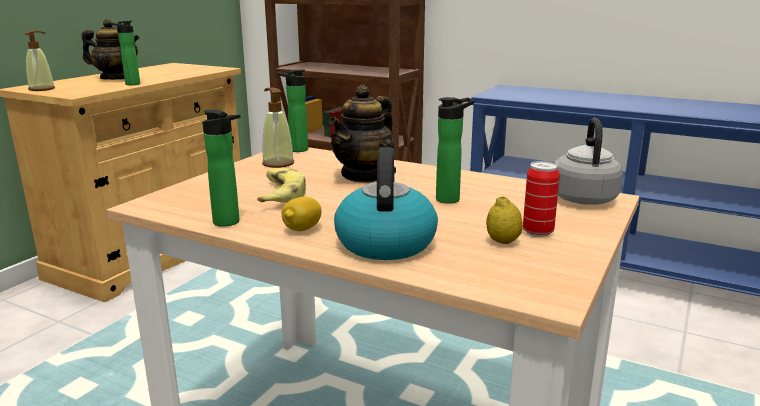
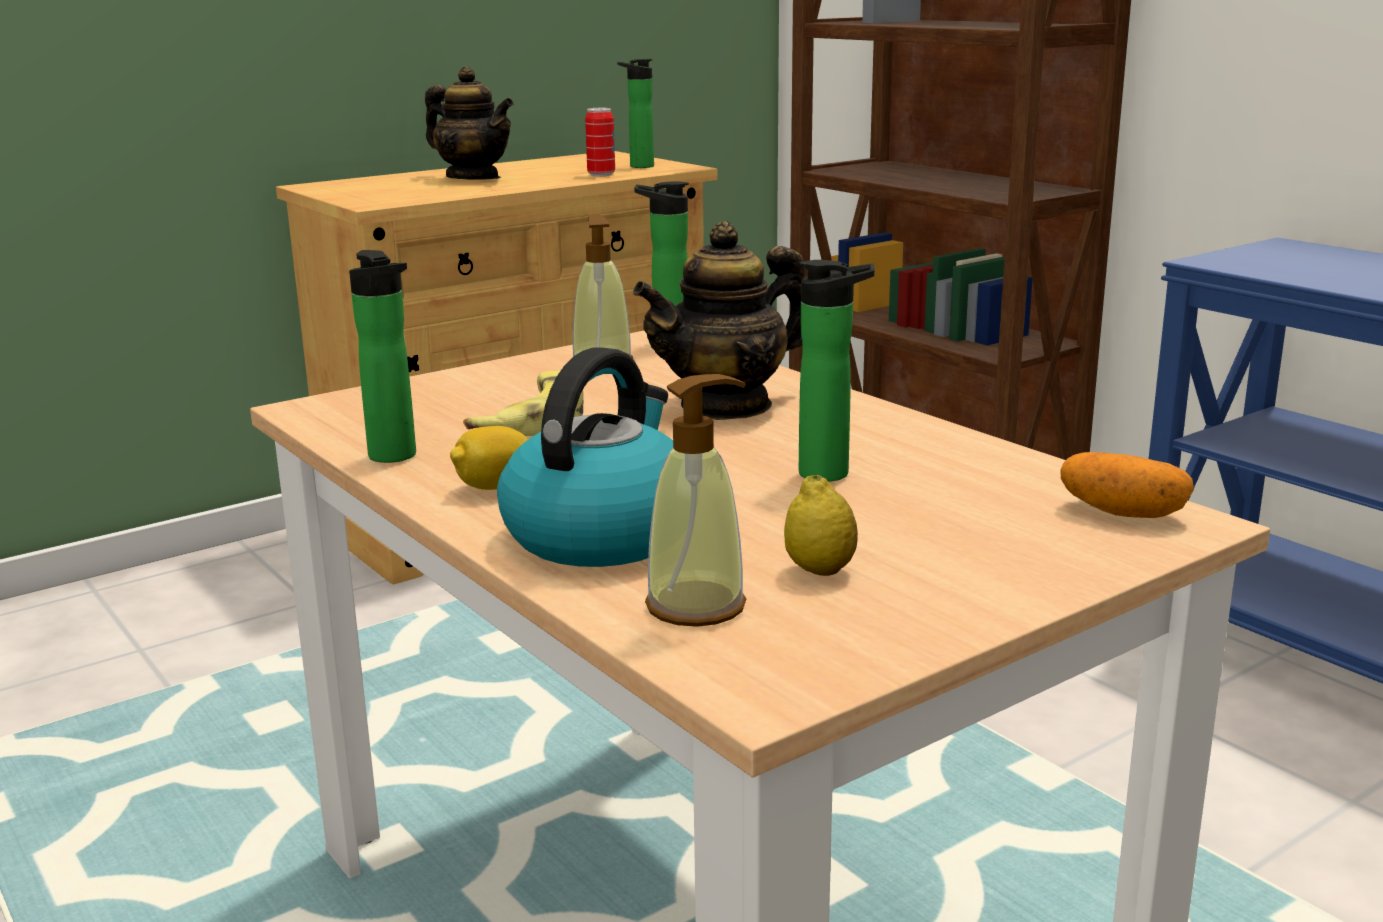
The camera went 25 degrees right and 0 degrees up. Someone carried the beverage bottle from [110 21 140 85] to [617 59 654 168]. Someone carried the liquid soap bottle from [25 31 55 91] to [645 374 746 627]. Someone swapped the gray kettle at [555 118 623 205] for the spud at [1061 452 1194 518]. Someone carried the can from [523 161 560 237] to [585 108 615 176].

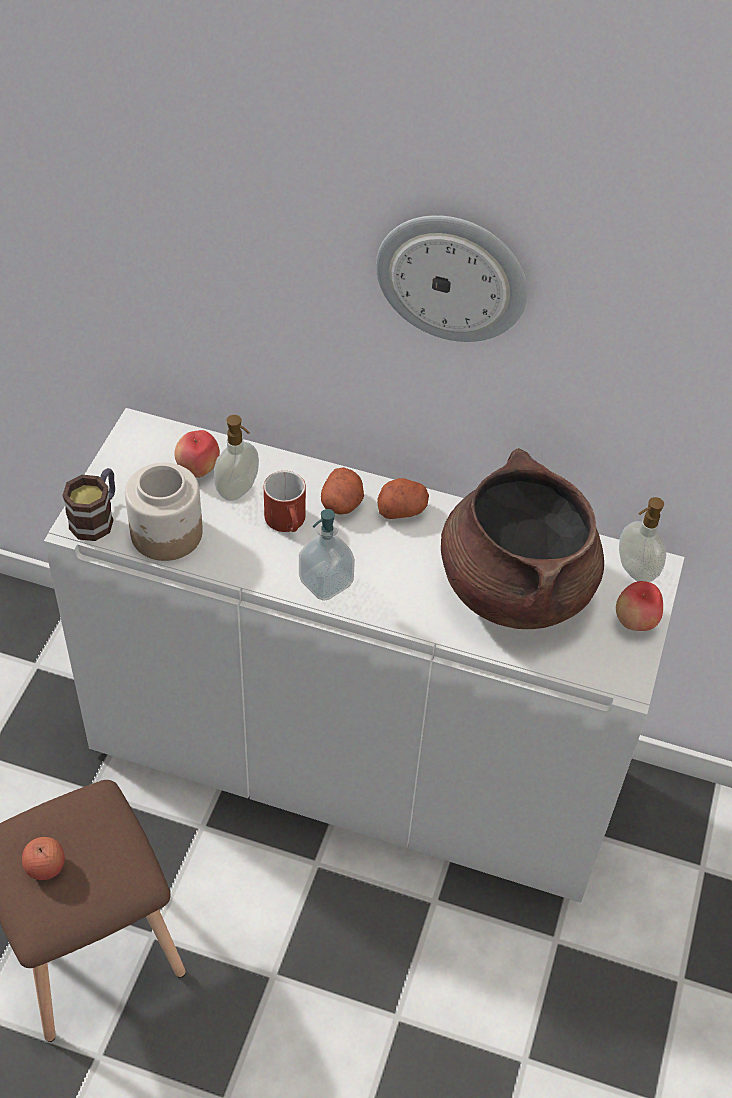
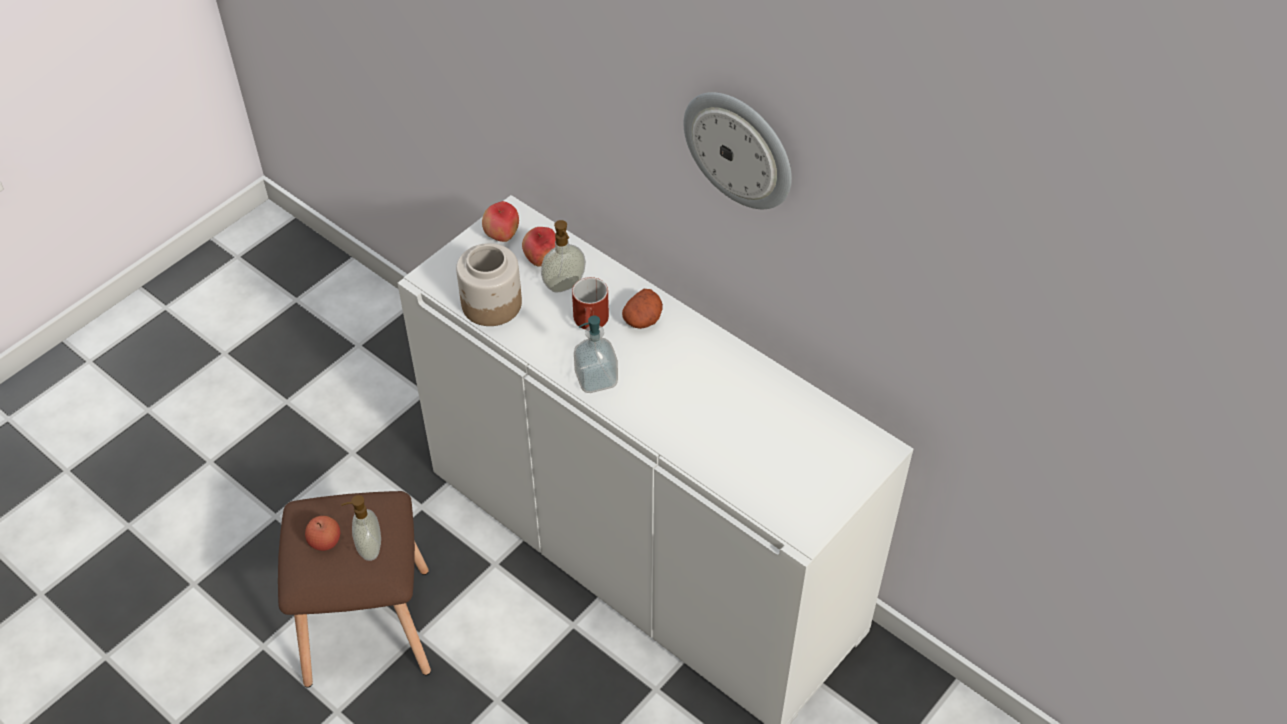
The camera went 25 degrees right and 0 degrees up. Someone took away the brownish saucepot at [441 448 604 629]. Someone took away the tea mug at [62 468 115 541]. Someone took away the spud at [377 478 429 519]. Someone carried the liquid soap bottle from [619 497 666 582] to [341 495 381 561]. Someone carried the whole apple from [616 581 663 631] to [482 201 519 242].

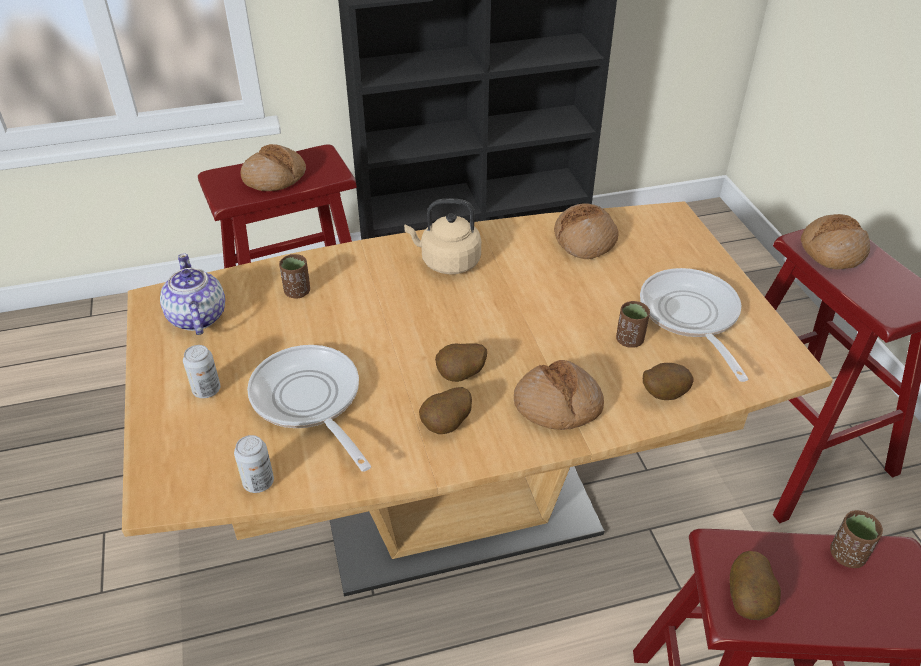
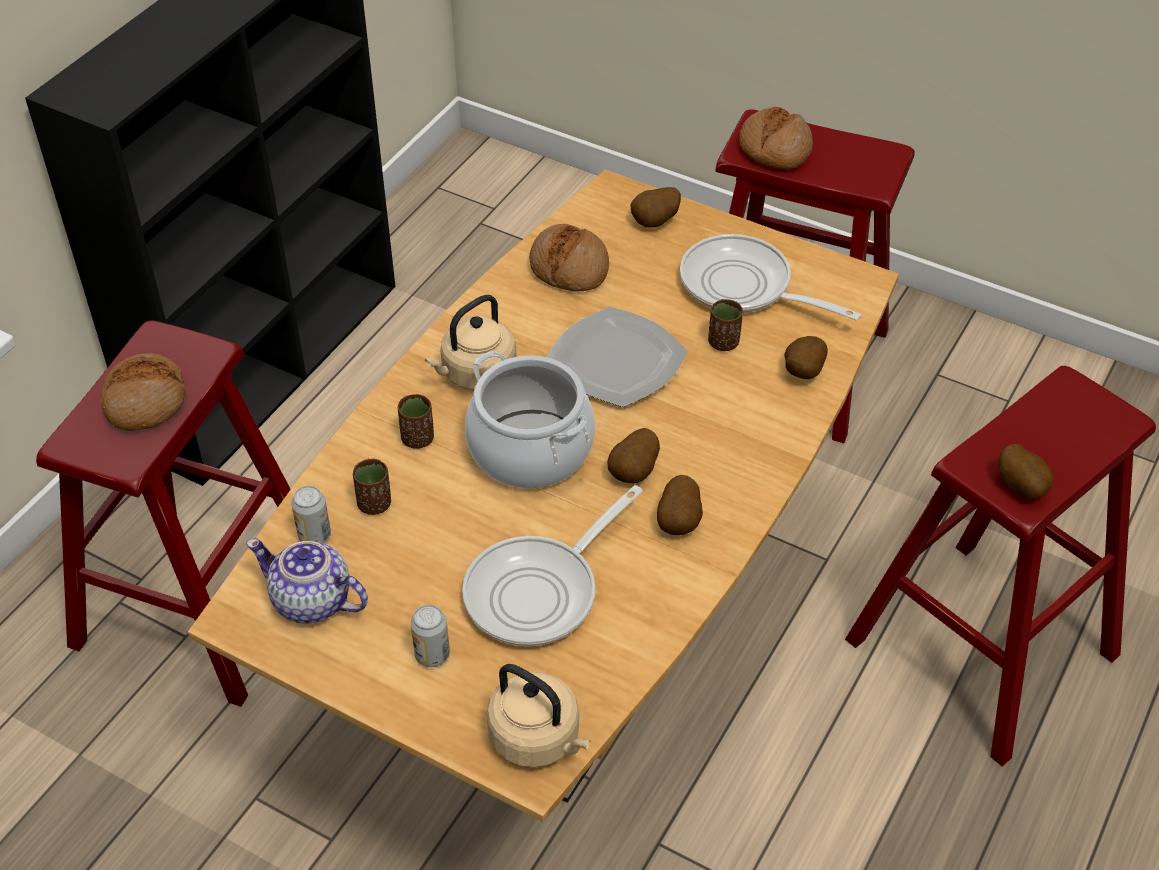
The camera went 45 degrees left and 5 degrees up. Someone rotated the skillet at [247 345 371 472] by 60 degrees counterclockwise. Someone took away the baked bread at [514 360 604 430]. Someone carried the can from [234 435 274 493] to [291 486 331 543]. Someone carried the brownish drinking cup from [830 510 883 568] to [398 394 434 449]. Someone put down the spud at [630 187 681 228]. Someone put down the dinner plate at [547 307 688 407]. Someone put down the saucepot at [465 351 595 488]. Someone put down the beige kettle at [487 664 591 768].

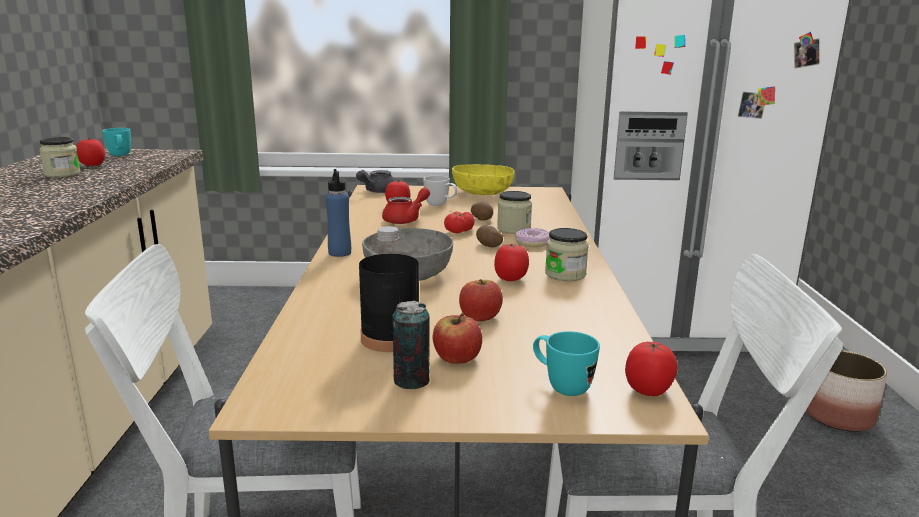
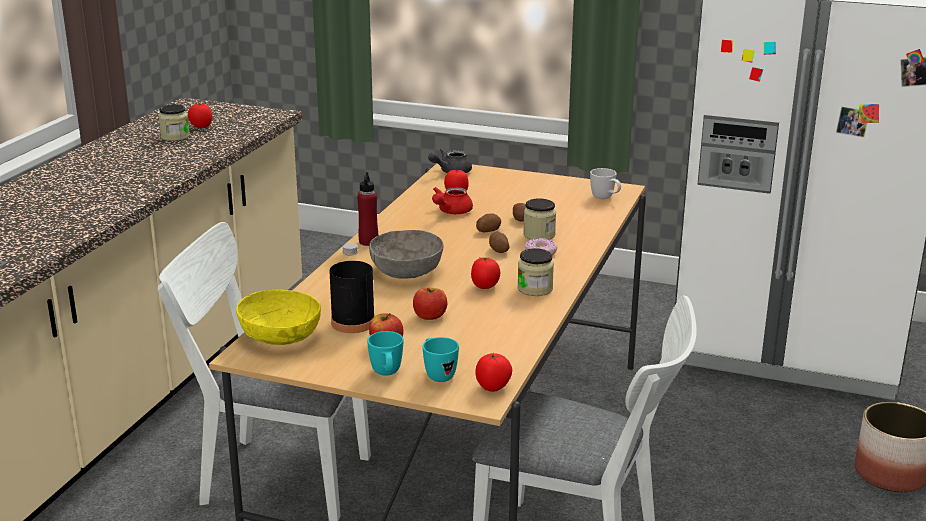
The camera went 20 degrees right and 5 degrees up. Someone carried the turquoise-coloured tea mug from [102 128 131 156] to [367 331 404 375]. Someone carried the yellow deep dish from [452 164 515 195] to [236 290 321 345]. Someone repainted the blue beverage bottle at [325 169 351 257], which became the red beverage bottle at [357 172 378 246]. Someone carried the white tea mug from [423 176 458 206] to [590 168 621 199]. Someone rotated the red teapot at [382 188 430 224] by 150 degrees clockwise. Someone swapped the whole tomato at [444 212 475 233] for the spud at [476 214 501 232]. Someone took away the can at [392 301 430 389].

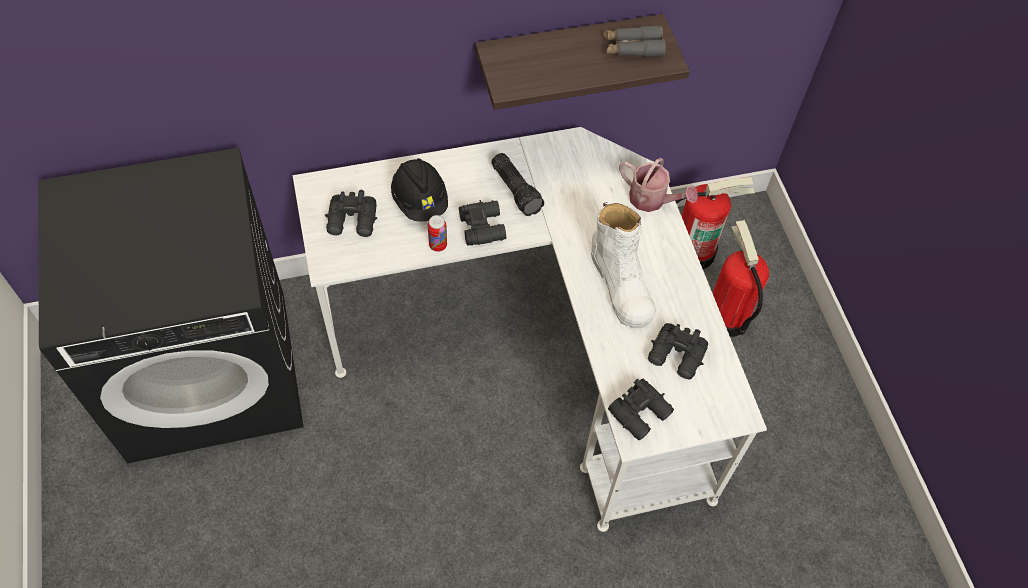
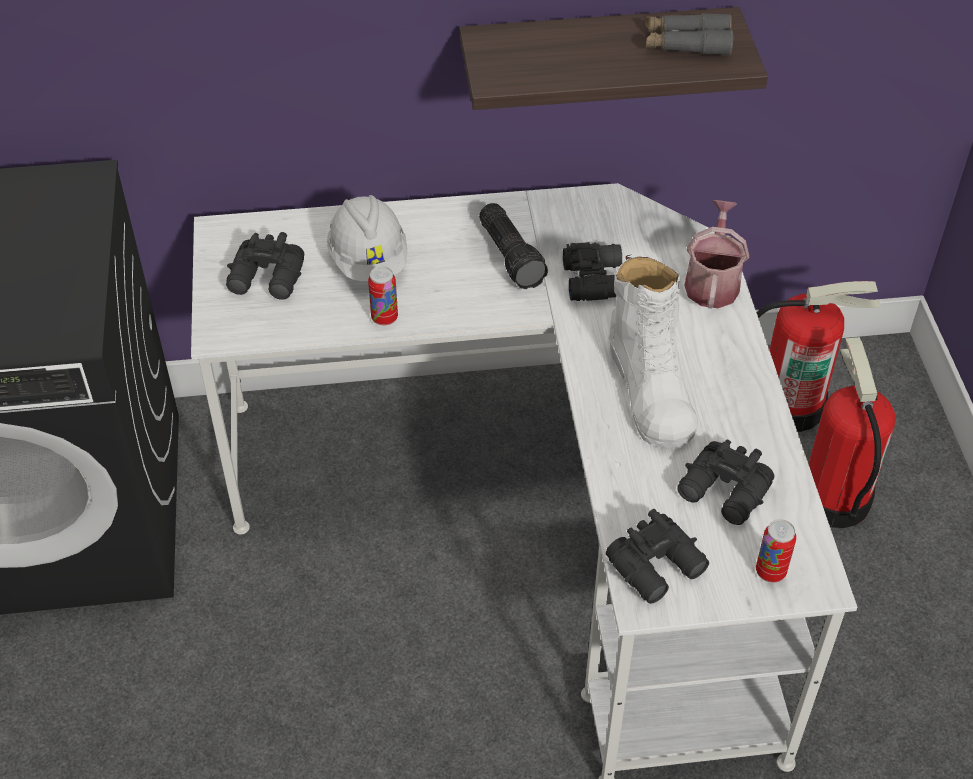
The camera went 10 degrees right and 10 degrees down. Someone repainted the black hard hat at [391 158 448 222], which became the white hard hat at [327 195 407 282]. Someone rotated the watering can at [619 158 698 212] by 120 degrees counterclockwise. Someone carried the black field glasses from [459 200 506 246] to [563 242 622 301]. Someone put down the can at [756 519 796 583].

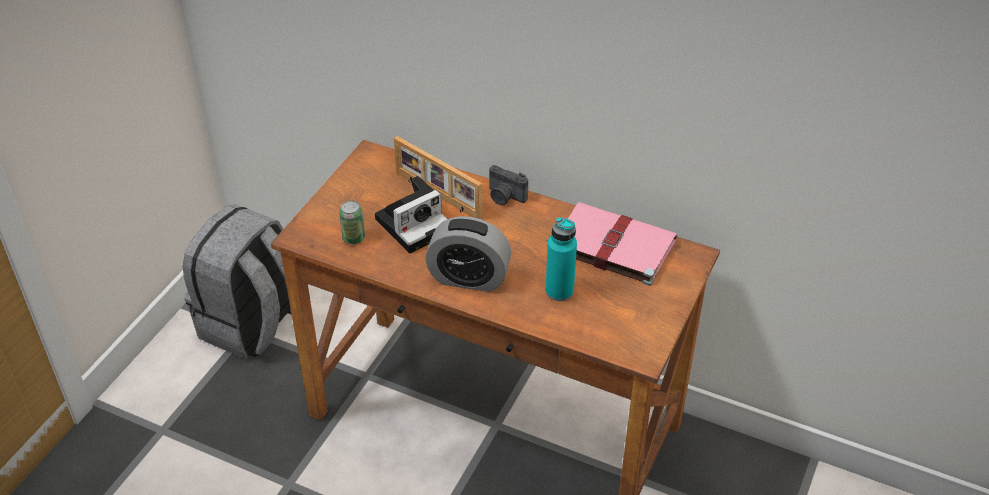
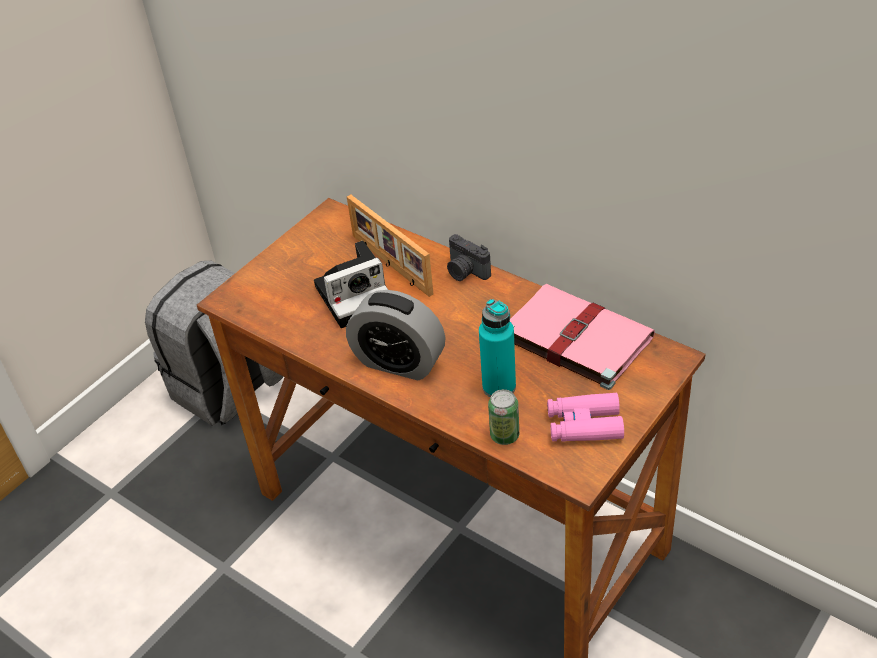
The camera went 15 degrees right and 0 degrees up. Someone carried the can from [339 200 365 245] to [488 389 519 445]. Someone put down the pinkish field glasses at [547 393 624 442].

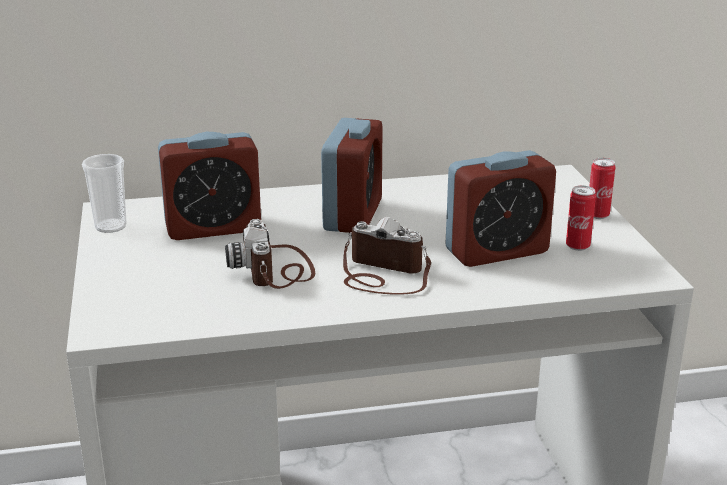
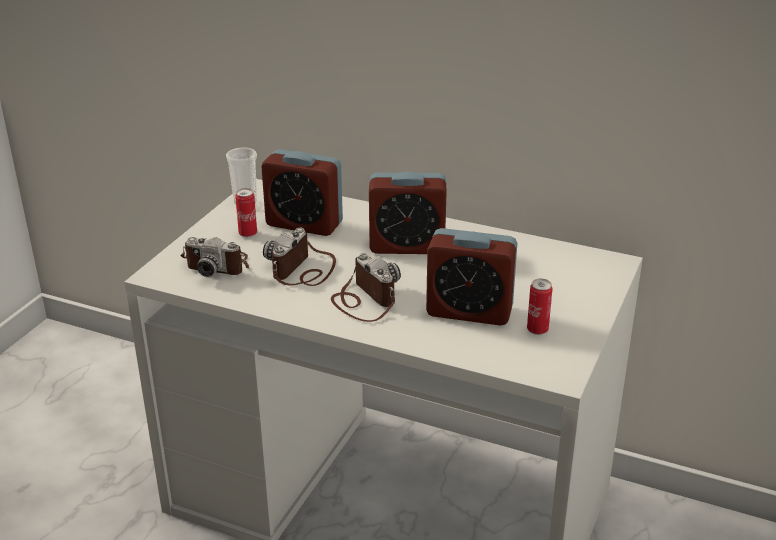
The camera went 35 degrees right and 5 degrees up. Someone rotated the table clock at [321 118 382 233] by 45 degrees clockwise. Someone carried the can from [589 158 615 219] to [235 188 257 237]. Someone put down the photo camera at [181 237 249 277].

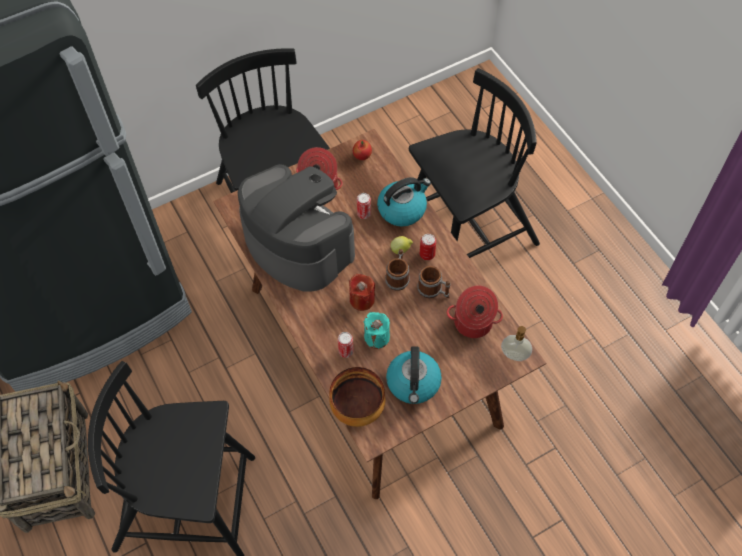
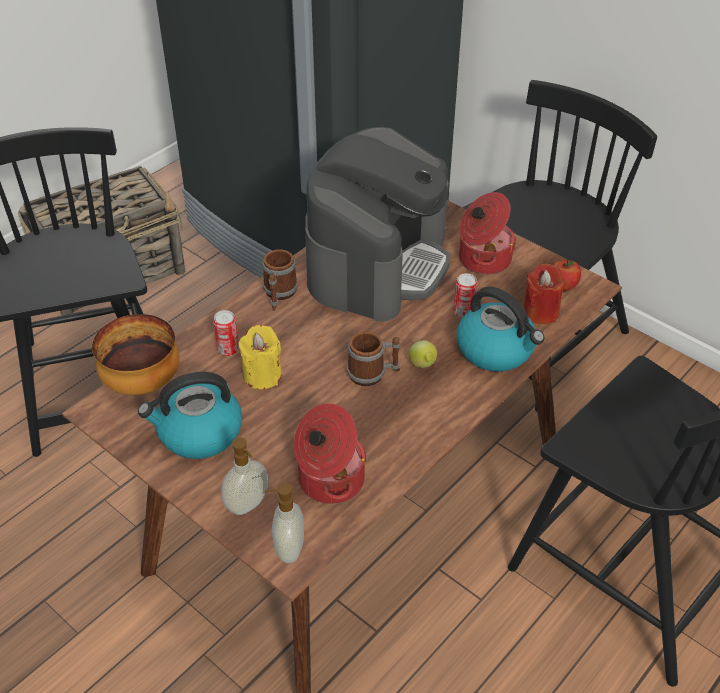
The camera went 70 degrees right and 15 degrees down. Someone took away the can at [420 234 436 260]. Someone carried the tea mug from [417 266 450 298] to [262 250 298 311]. Someone carried the red wax light from [349 274 375 311] to [523 264 565 324]. Someone repainted the turquoise-coloured wax light at [364 312 390 349], which became the yellow wax light at [239 325 282 389]. Someone put down the liquid soap bottle at [221 437 268 515].

